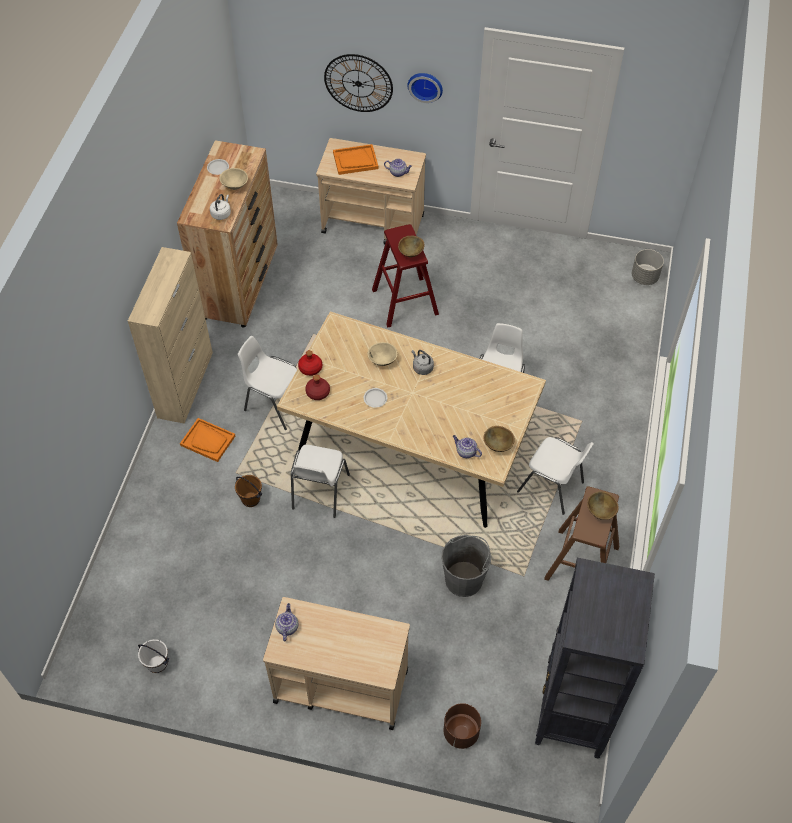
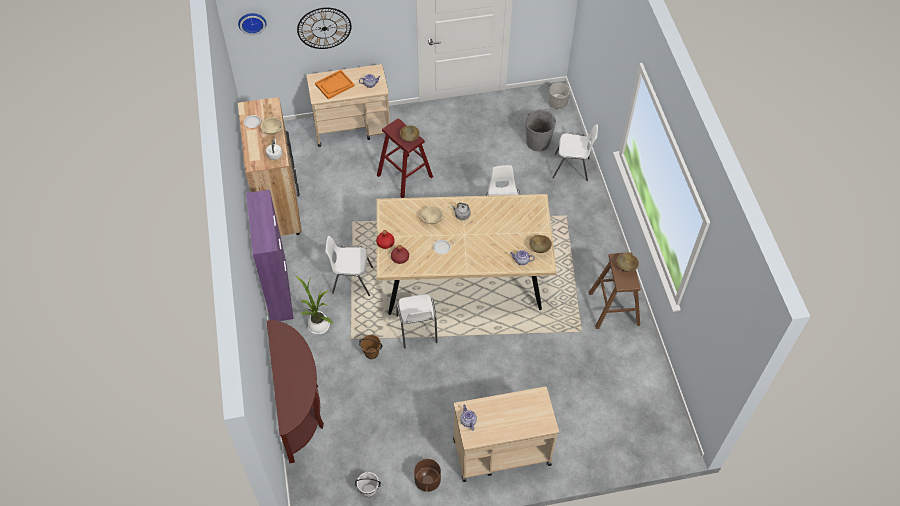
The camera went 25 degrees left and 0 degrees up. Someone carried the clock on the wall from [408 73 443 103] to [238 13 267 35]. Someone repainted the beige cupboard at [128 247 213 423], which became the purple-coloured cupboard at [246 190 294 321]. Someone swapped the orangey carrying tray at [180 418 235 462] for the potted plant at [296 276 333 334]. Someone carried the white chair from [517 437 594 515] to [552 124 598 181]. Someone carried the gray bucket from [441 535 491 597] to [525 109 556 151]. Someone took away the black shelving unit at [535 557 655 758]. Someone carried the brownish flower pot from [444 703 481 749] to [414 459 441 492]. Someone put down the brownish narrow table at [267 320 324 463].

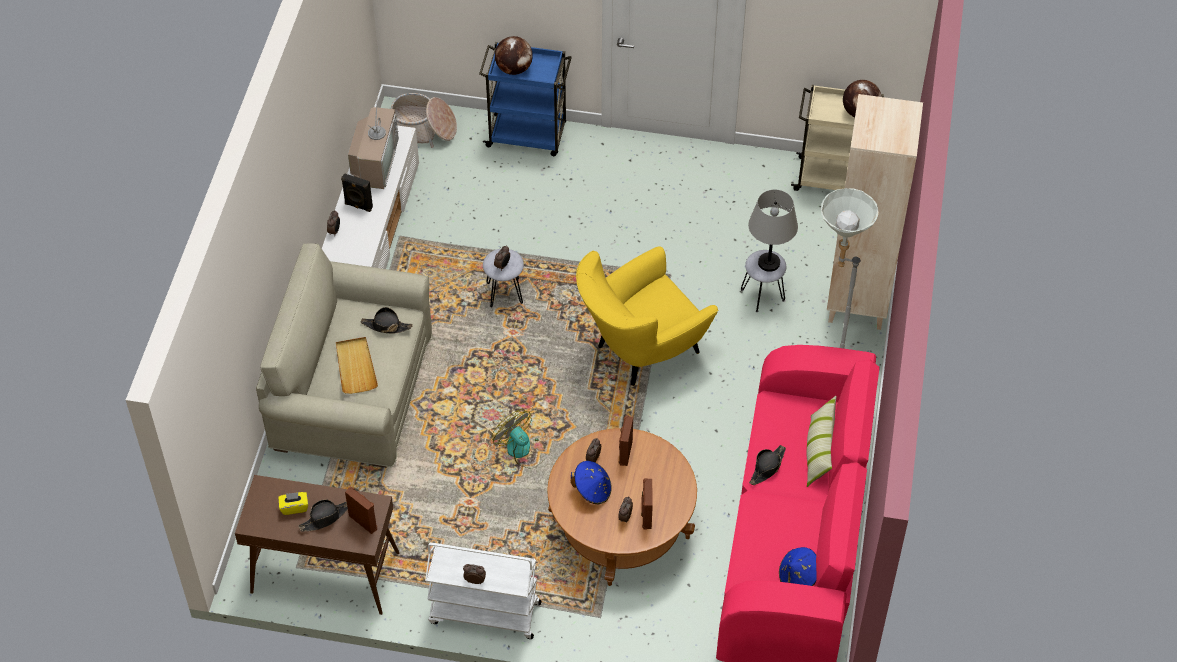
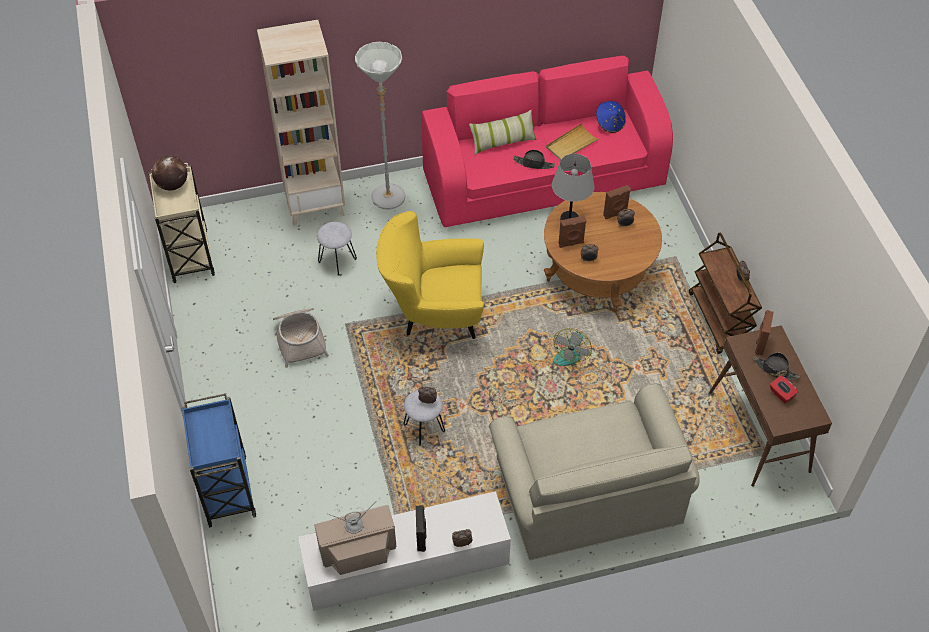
The camera went 115 degrees left and 0 degrees up. Someone took away the world globe at [495 36 533 75]. Someone carried the basket from [391 93 457 148] to [273 308 329 368]. Someone carried the gray table lamp from [748 190 798 272] to [552 154 595 221]. Someone rotated the yellow lounge chair at [576 246 718 386] by 150 degrees clockwise. Someone took away the black clothing hat at [361 307 413 333]. Someone carried the beige carrying tray from [336 337 378 394] to [546 123 600 160]. Someone took away the blue clothing hat at [571 461 612 504]. Someone repainted the yellow box of tissues at [278 492 308 515], which became the red box of tissues at [770 375 798 403]. Someone repainted the white wheeled cart at [425 543 542 639], which became the brownish wheeled cart at [689 232 762 354].

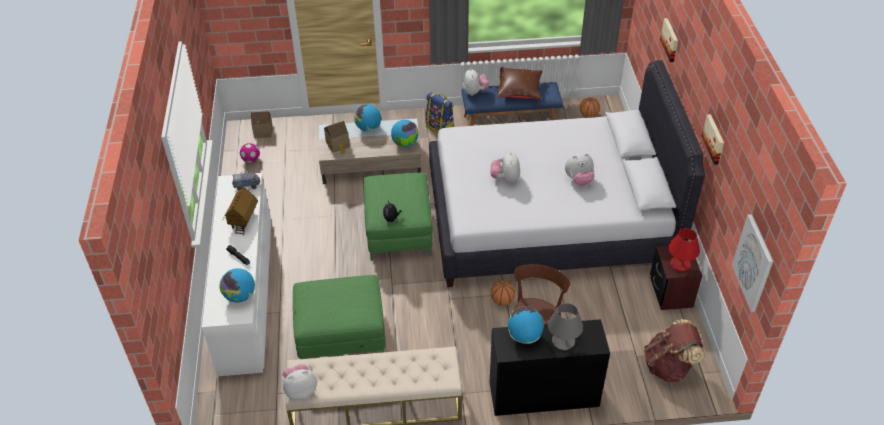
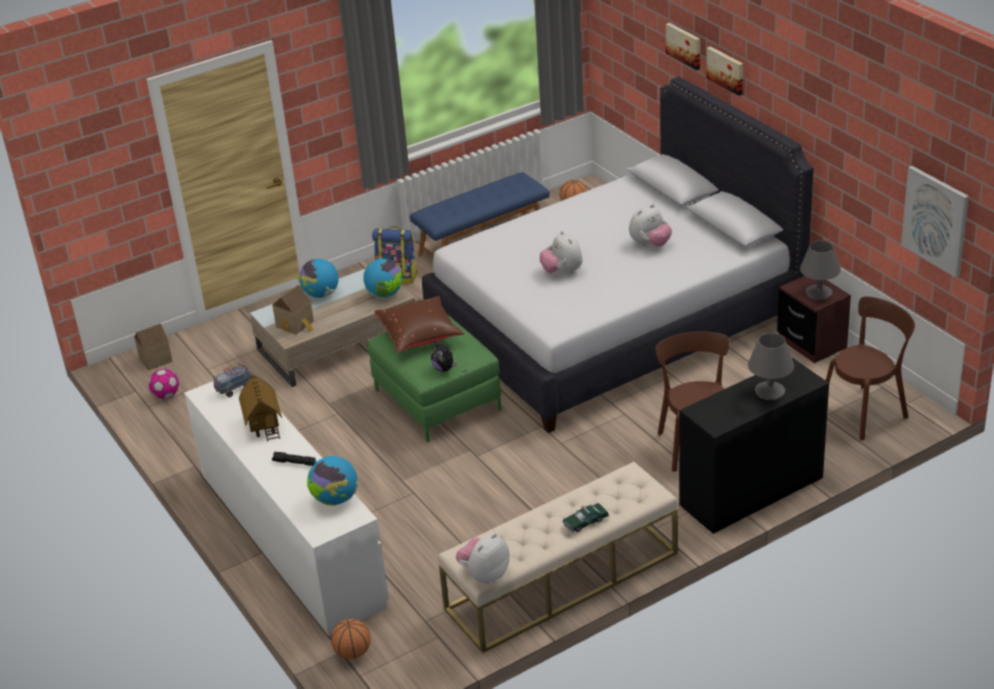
The camera went 25 degrees left and 10 degrees down. Someone carried the brownish throw pillow from [497 67 543 100] to [374 296 464 353]. Someone took away the soft toy at [463 68 489 96]. Someone carried the picture from [702 114 724 165] to [706 46 743 96]. Someone repainted the red table lamp at [668 228 700 271], which became the gray table lamp at [800 240 841 300]. Someone took away the green-coloured ottoman at [293 275 386 359]. Someone carried the basketball from [491 281 515 306] to [331 619 371 659]. Someone took away the world globe at [508 306 544 344]. Someone swapped the brownish rucksack at [644 319 704 382] for the brownish chair at [826 296 915 440]. Someone put down the model car at [562 503 609 533].

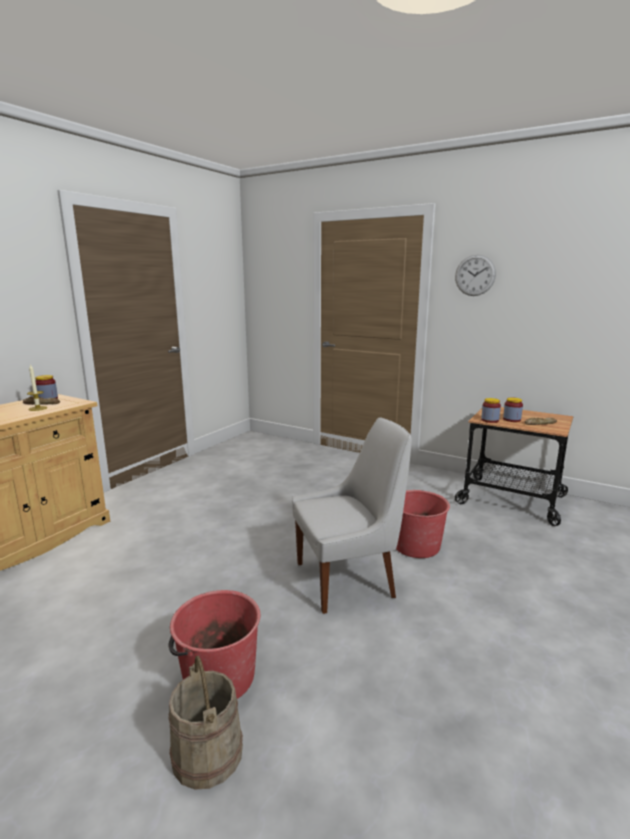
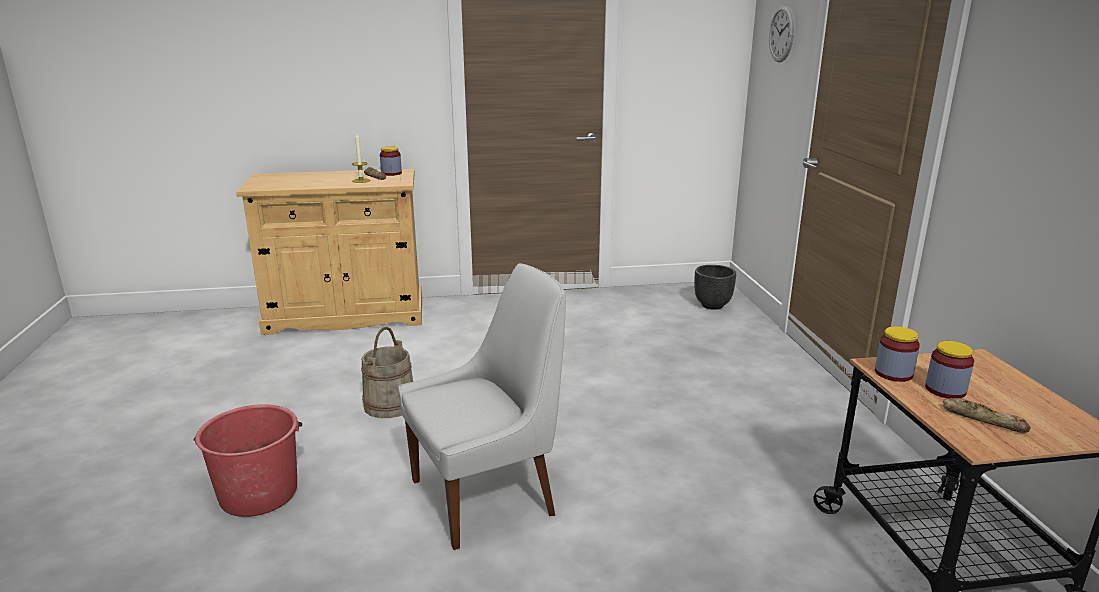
The camera went 50 degrees right and 5 degrees up. Someone carried the clock on the wall from [455 255 496 296] to [769 5 795 62]. Someone rotated the white chair at [292 417 412 614] by 60 degrees counterclockwise. Someone took away the red bucket at [396 490 450 558]. Someone carried the beige bucket from [168 656 243 790] to [361 327 413 418]. Someone put down the black flower pot at [694 265 736 310].

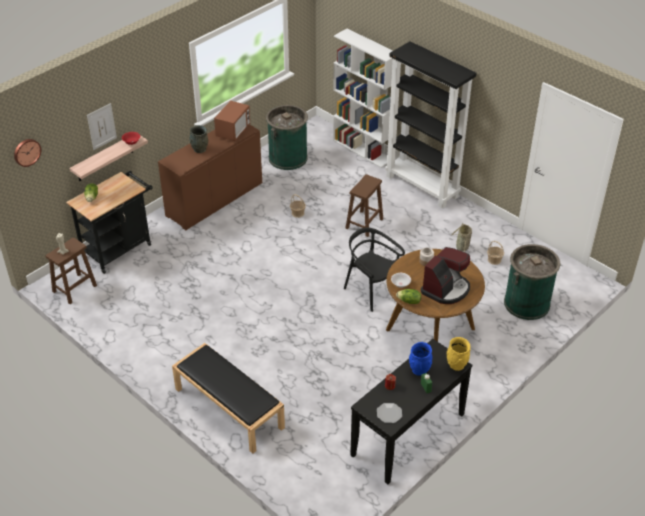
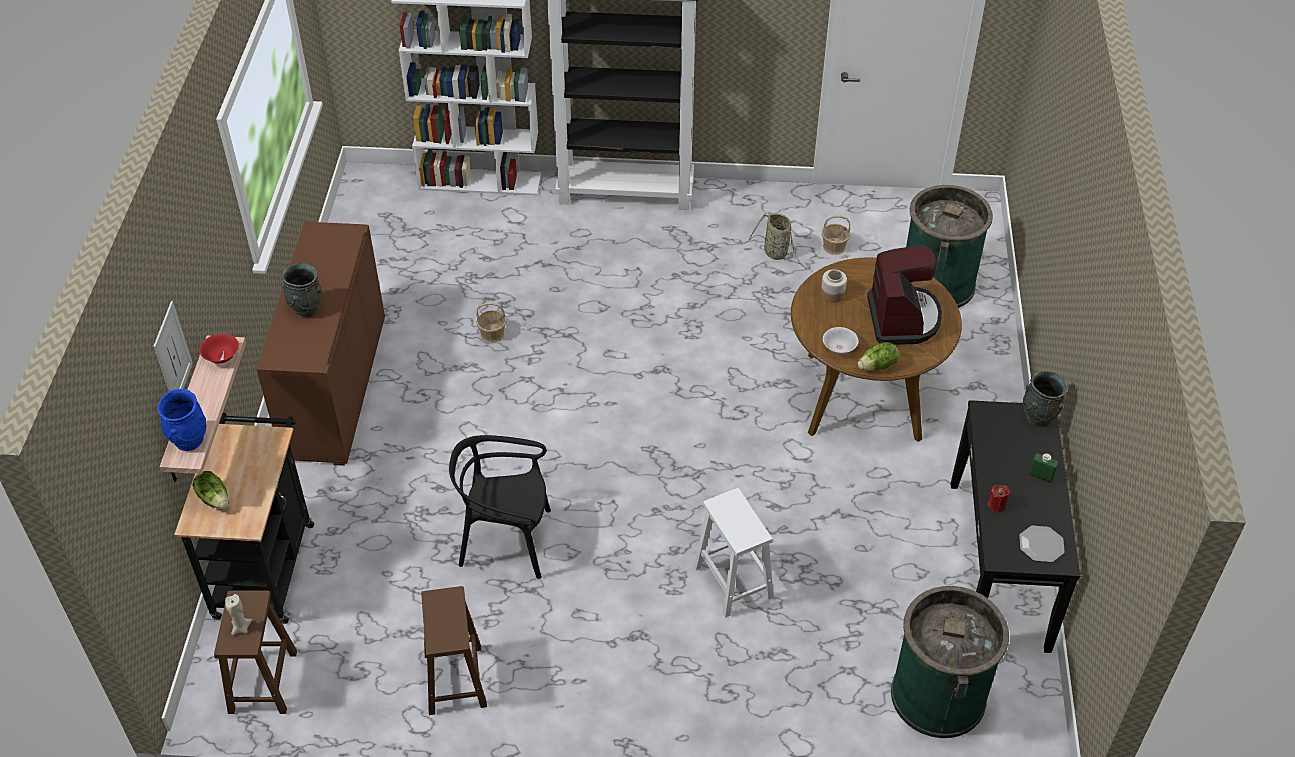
The camera went 40 degrees left and 5 degrees up. Someone took away the microwave at [214 101 250 141]. Someone carried the green-coloured rubbish bin from [266 105 308 170] to [891 586 1009 738]. Someone took away the clock on the wall at [14 139 41 167]. Someone carried the brownish sitting stool from [346 174 383 237] to [421 586 487 715]. Someone carried the black chair from [344 227 405 312] to [449 435 551 579]. Someone repainted the yellow flower vase at [446 337 471 371], which became the gray flower vase at [1023 371 1068 427]. Someone carried the blue flower vase from [409 342 432 376] to [158 389 206 451]. Someone took away the black long seat at [172 343 285 454]. Someone put down the white sitting stool at [694 488 774 618].

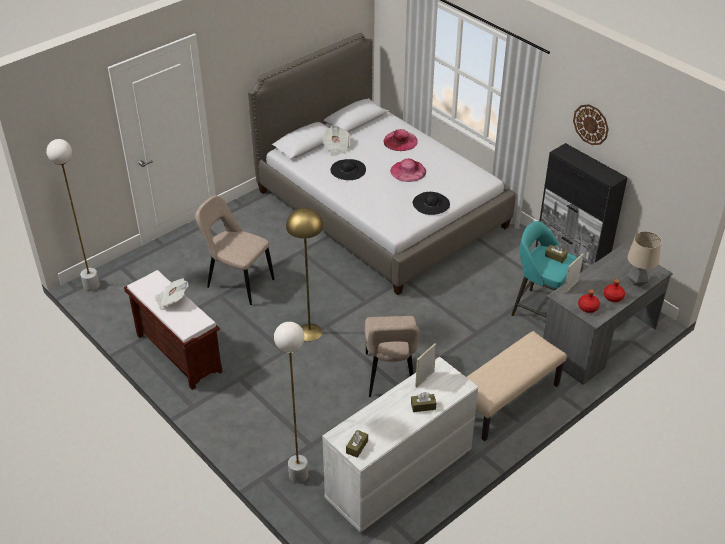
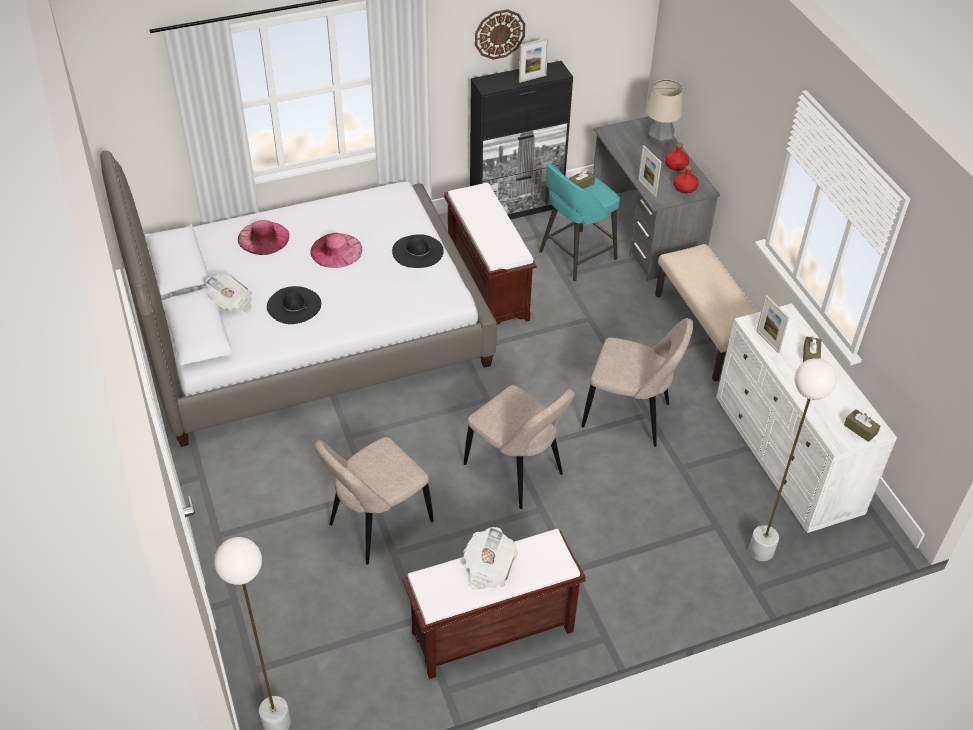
The camera went 70 degrees left and 5 degrees up. Someone swapped the yellow standard lamp at [286 208 323 341] for the beige chair at [464 385 575 509]. Someone put down the picture frame at [519 38 549 83]. Someone put down the brownish long seat at [444 183 537 325].

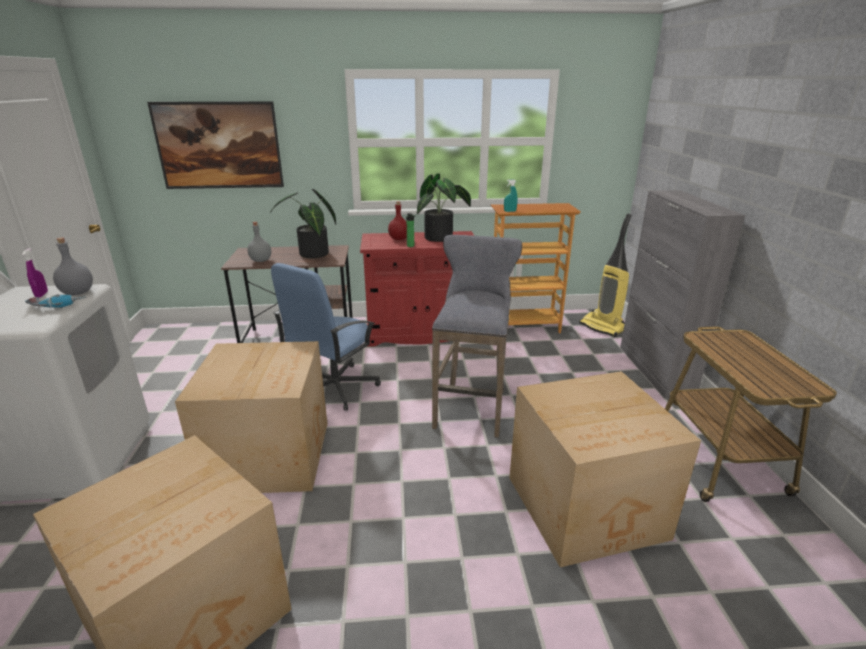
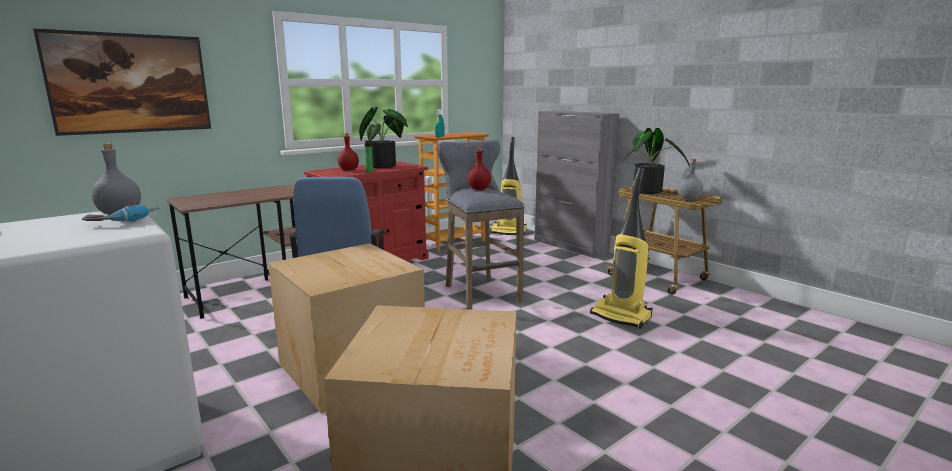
The camera went 35 degrees left and 10 degrees down. Someone carried the potted plant from [270 189 336 258] to [623 128 690 194]. Someone carried the gray beverage bottle from [247 222 271 262] to [678 159 703 200]. Someone took away the purple-coloured hand sprayer at [22 248 48 298]. Someone swapped the cardboard box at [509 371 701 567] for the hoover at [590 168 653 328]. Someone put down the red beverage bottle at [467 147 491 190].

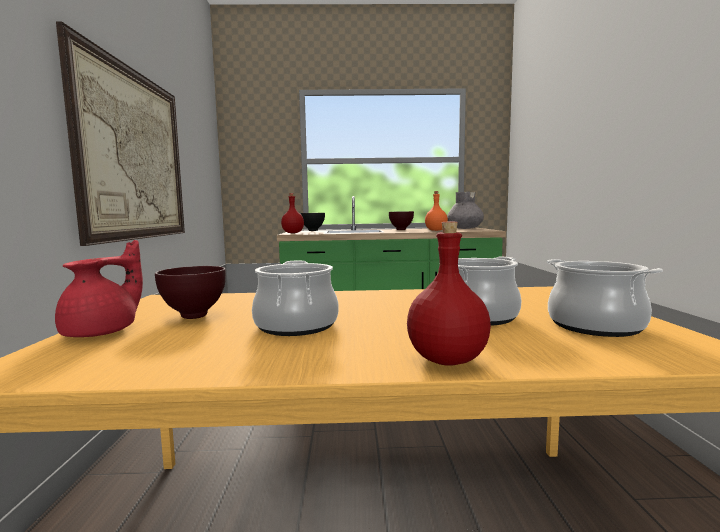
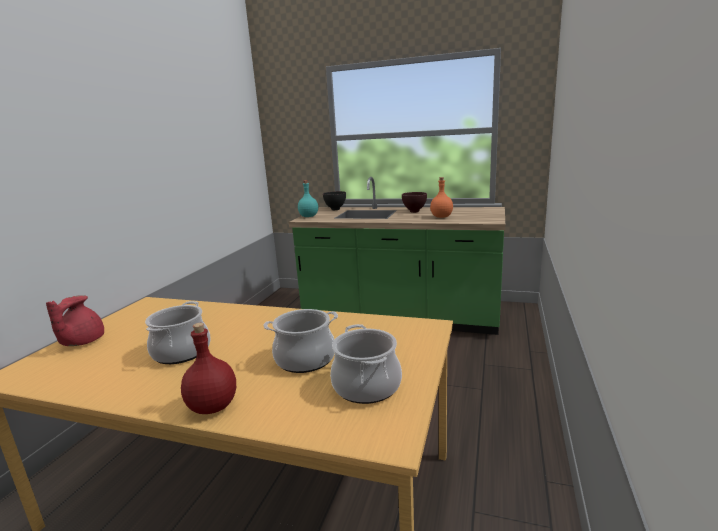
The camera went 20 degrees right and 10 degrees up. Someone took away the picture at [56 22 185 246]. Someone took away the gray flower vase at [447 192 484 229]. Someone repainted the red beverage bottle at [281 193 304 233], which became the turquoise-coloured beverage bottle at [298 180 318 217]. Someone rotated the red teapot at [55 240 143 337] by 135 degrees clockwise. Someone took away the brownish deep dish at [155 266 226 319].

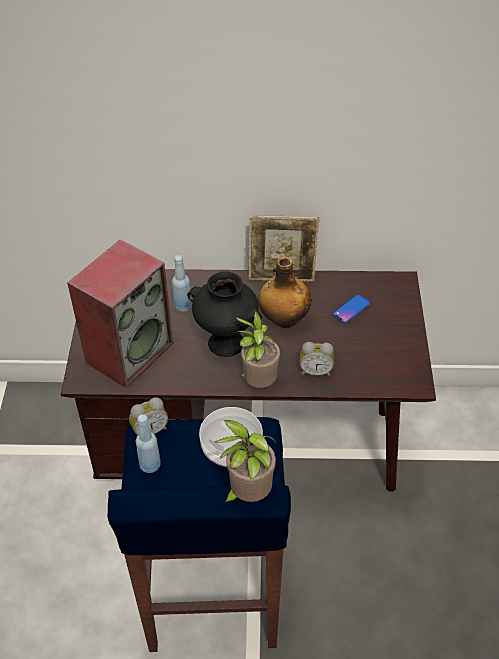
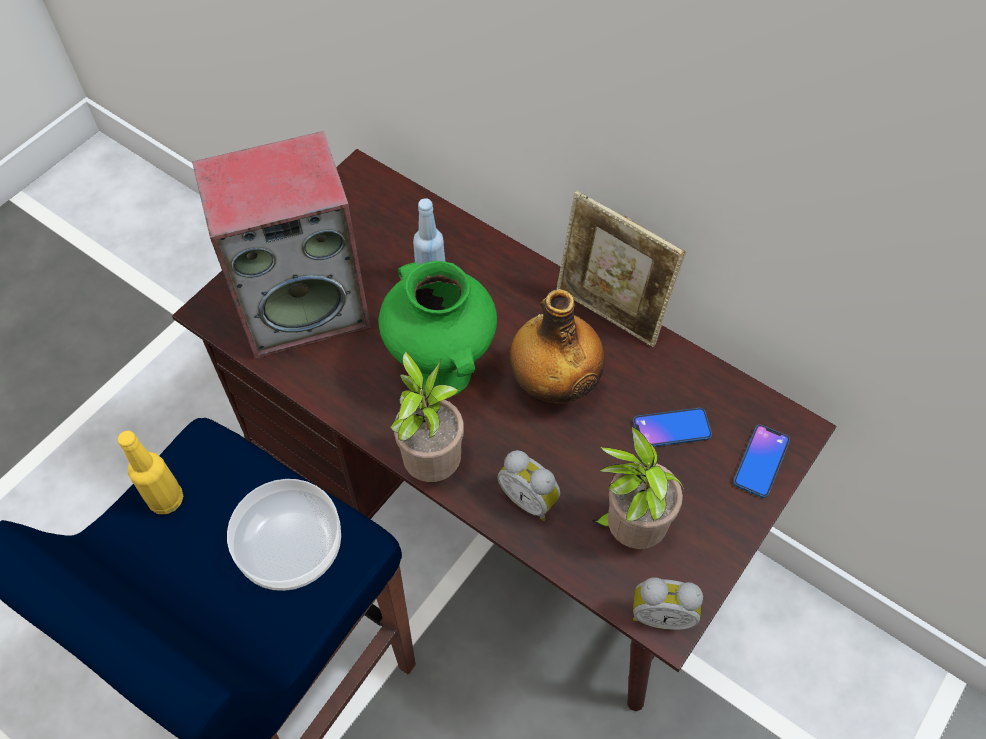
The camera went 35 degrees right and 10 degrees up. Someone repainted the black flower vase at [187 271 262 357], which became the green-coloured flower vase at [379 261 497 396]. Someone carried the table clock from [129 397 168 435] to [633 577 703 630]. Someone repainted the blue beverage bottle at [136 414 161 473], which became the yellow beverage bottle at [118 431 183 514]. Someone carried the potted plant from [215 420 276 503] to [591 426 684 549]. Someone put down the telephone at [733 425 790 498].

